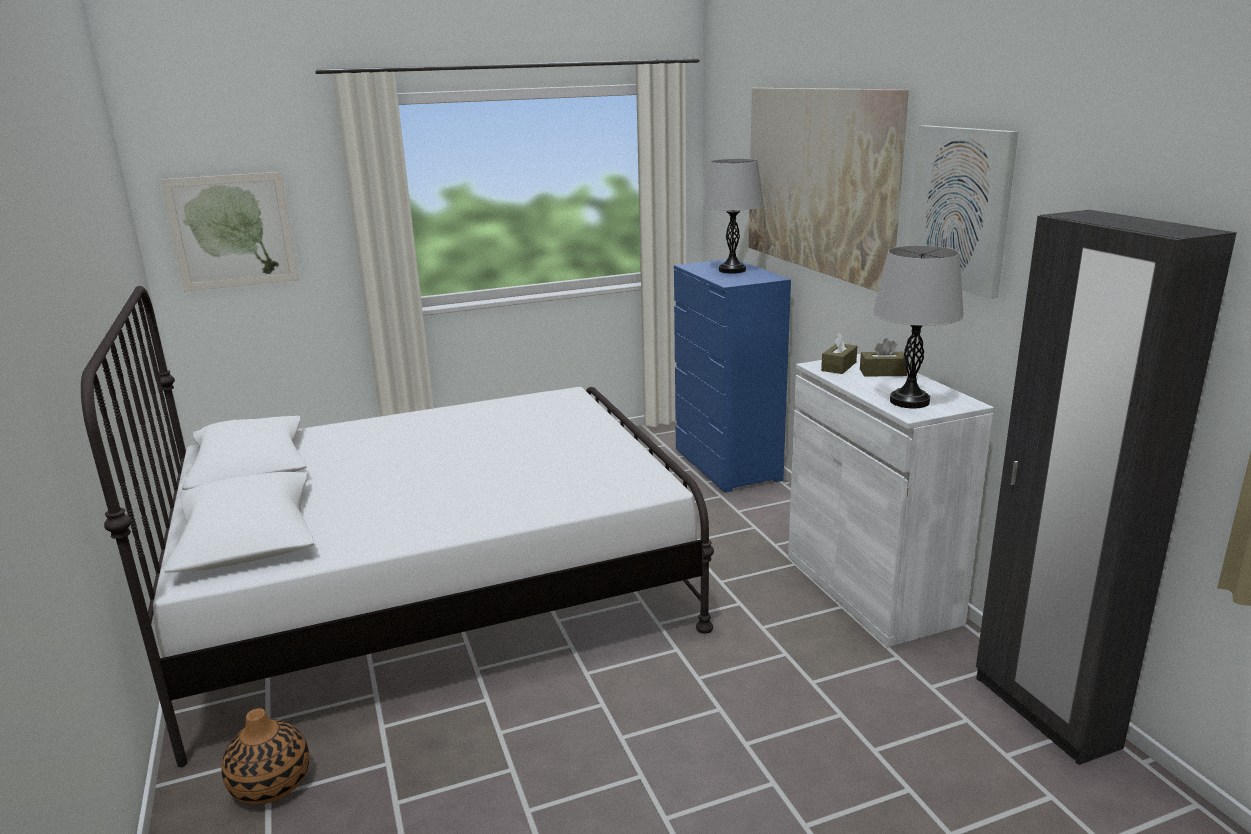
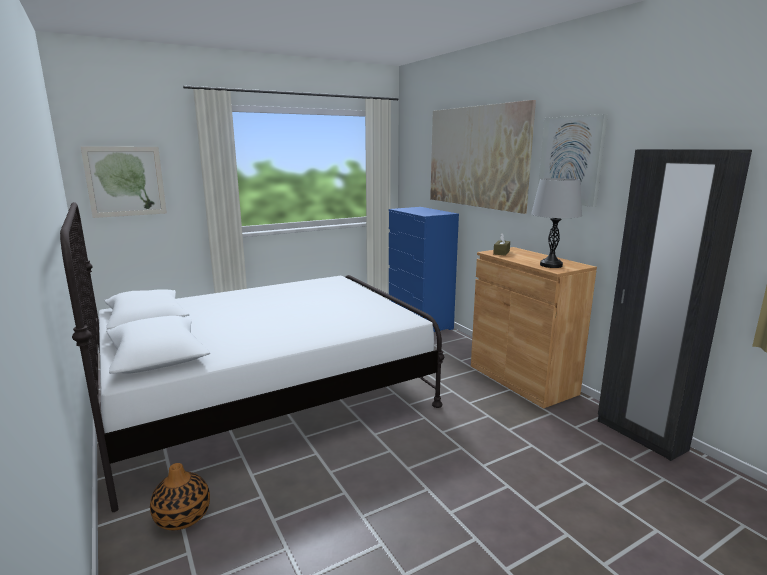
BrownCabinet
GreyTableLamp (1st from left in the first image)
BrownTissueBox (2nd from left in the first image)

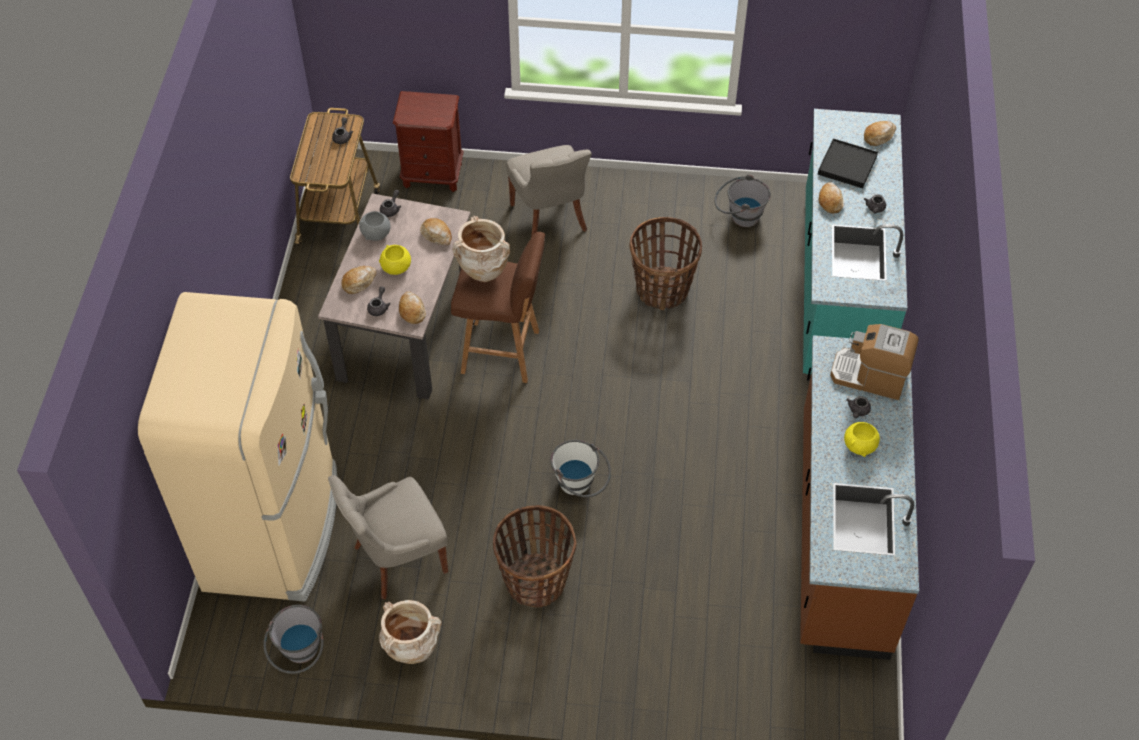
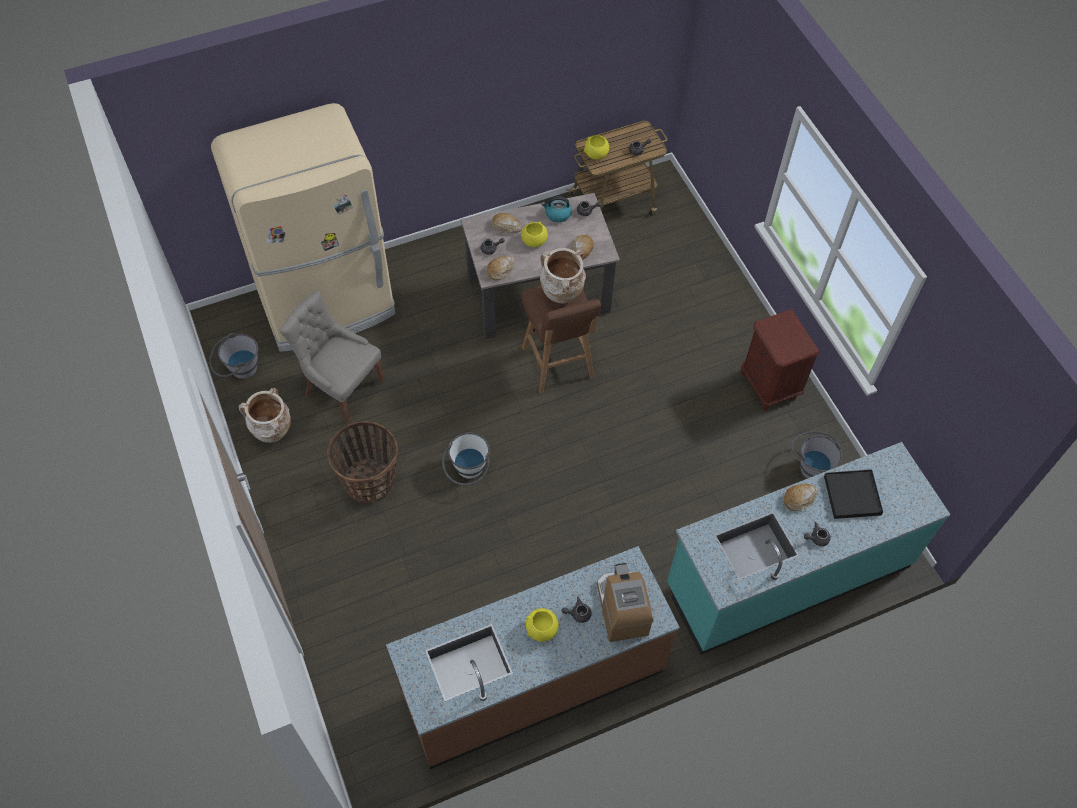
Kettle
YellowBowl (3rd from left)
BrownNightstand
GreyChair (2nd from left in the first image)
Basket (2nd from left in the first image)
Bread (5th from left in the first image)

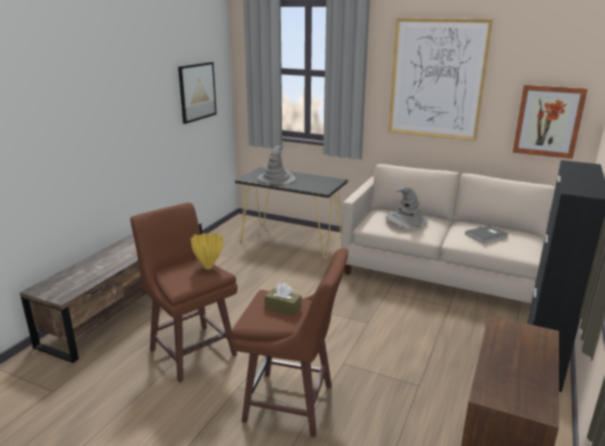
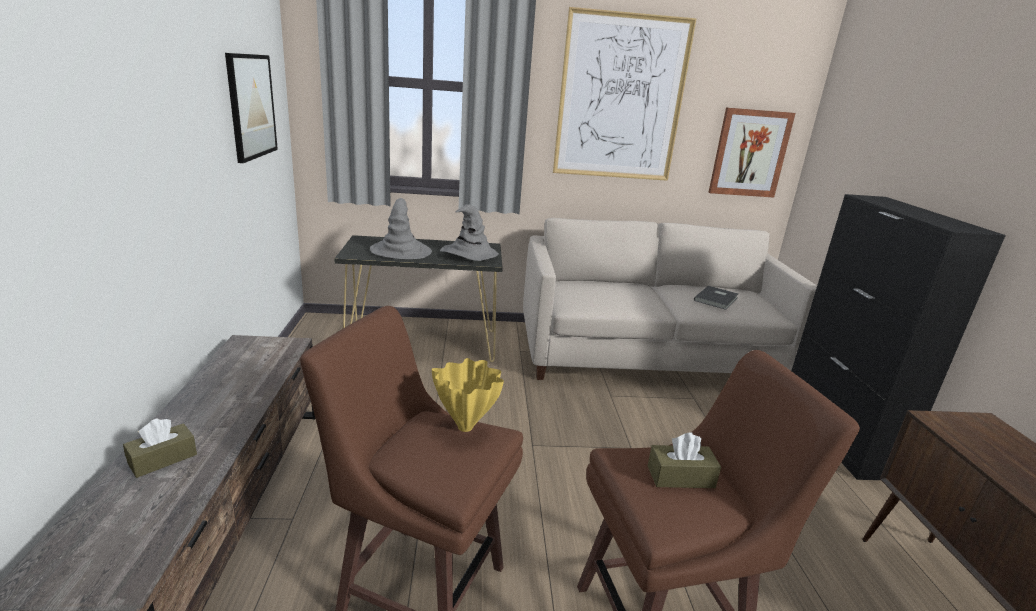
BrownTissueBox (1st from left)
GreyHat (2nd from left)

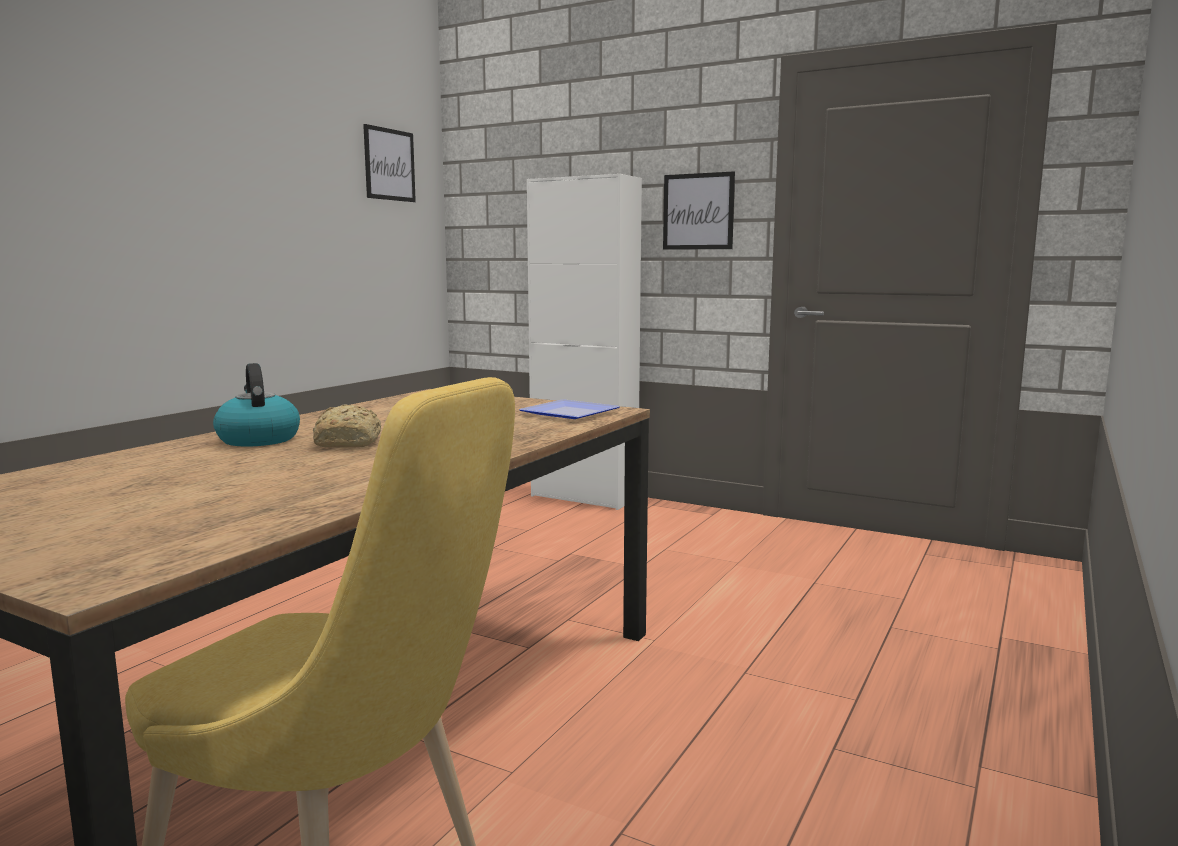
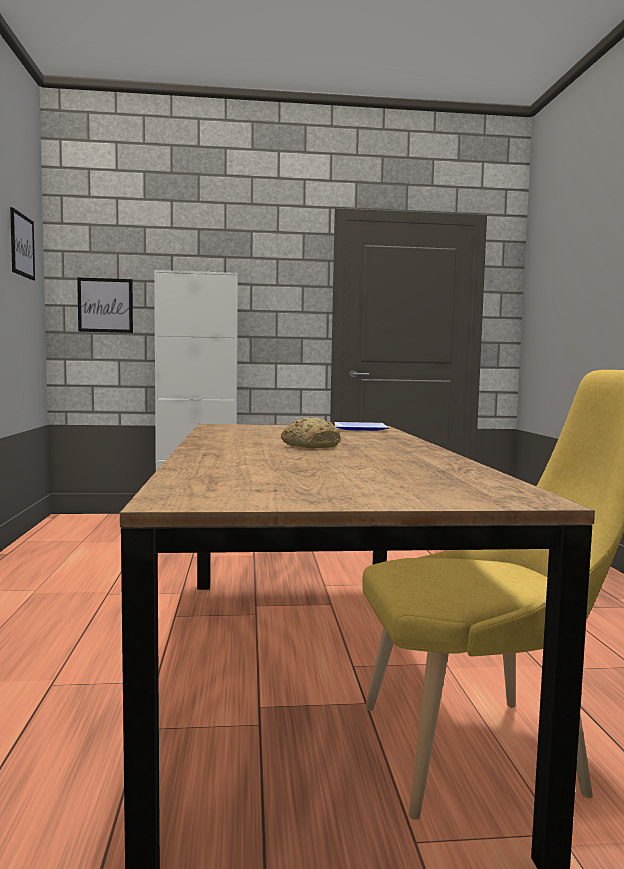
Picture (2nd from left)
Kettle

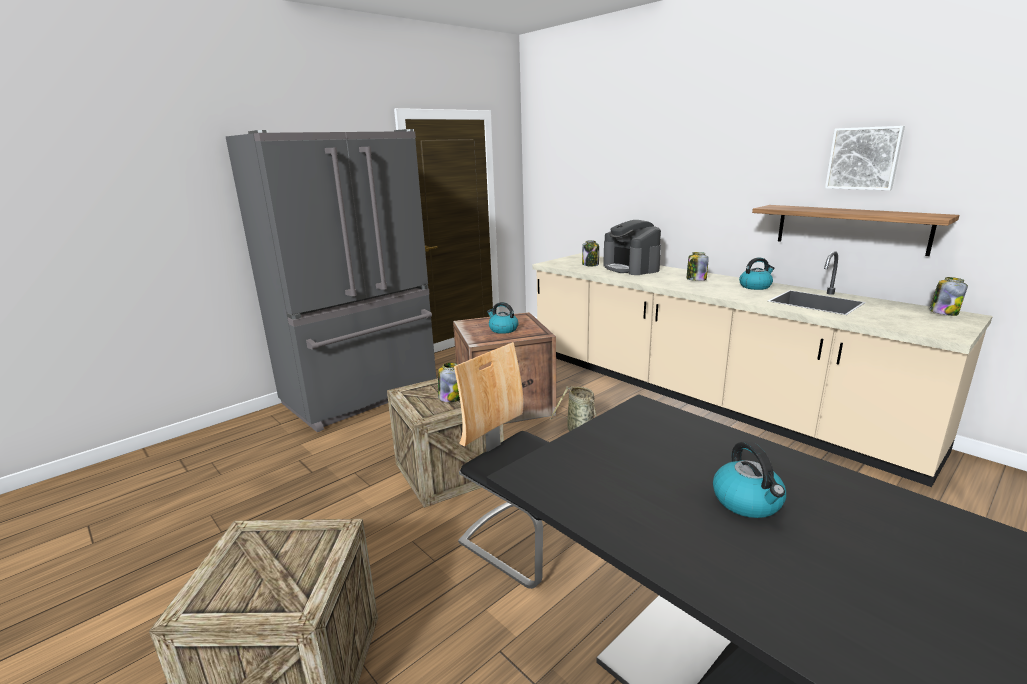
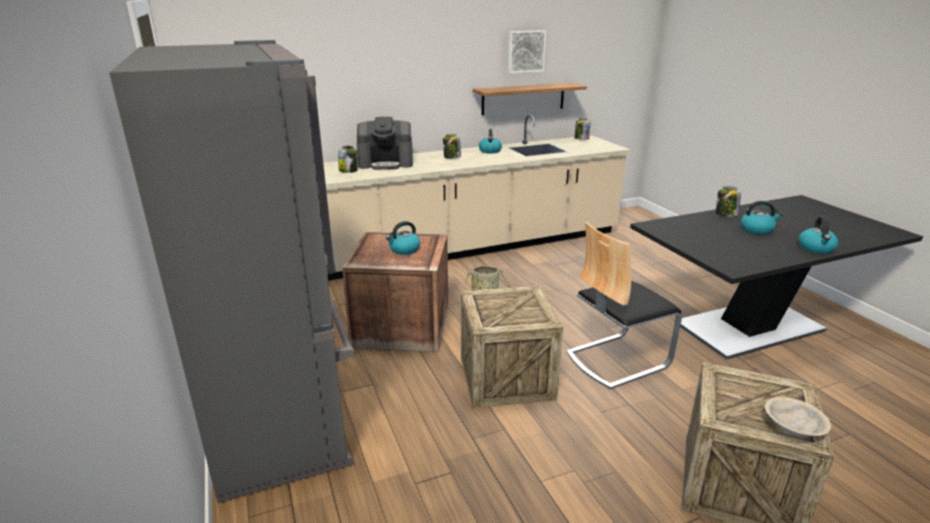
Jar (4th from left)
BeigeBowl
Kettle (4th from left)

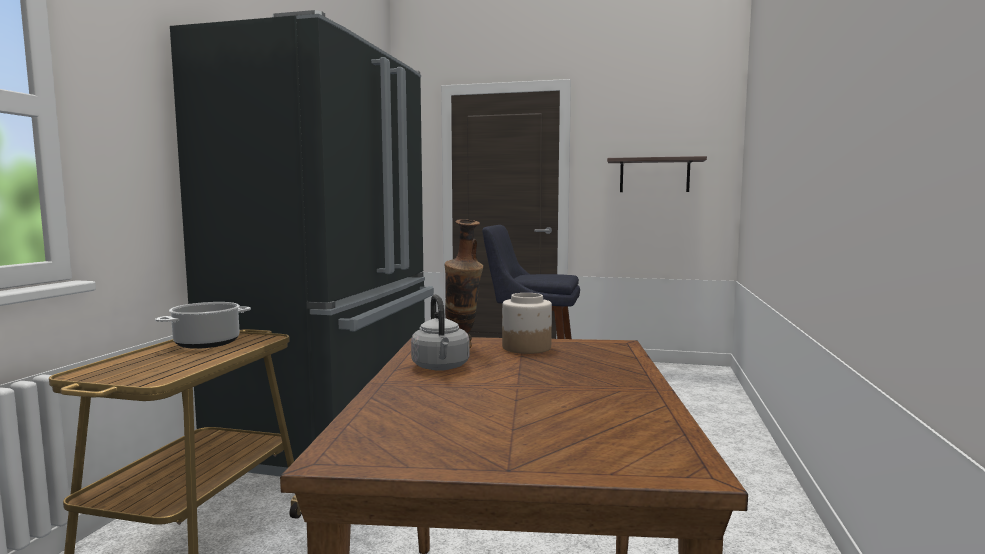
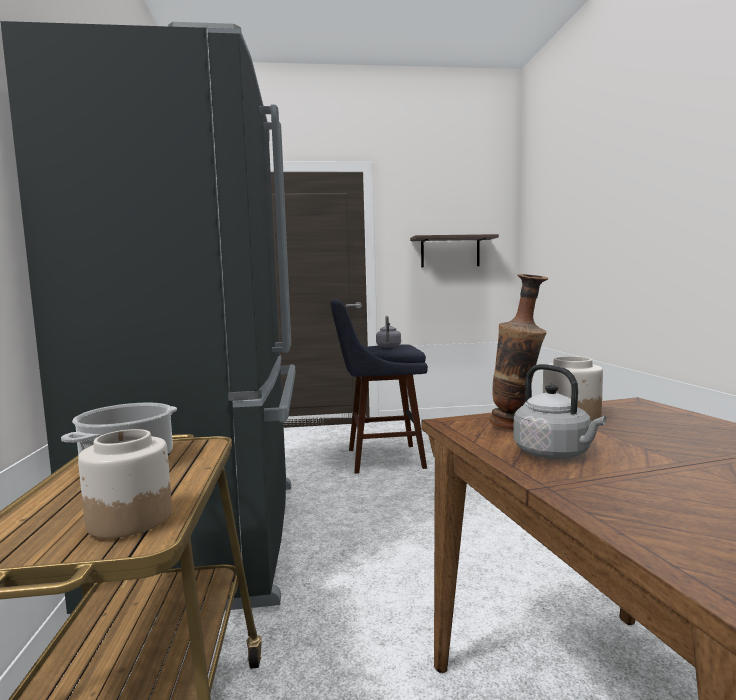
Jar (1st from left)
GreyKettle (1st from left)

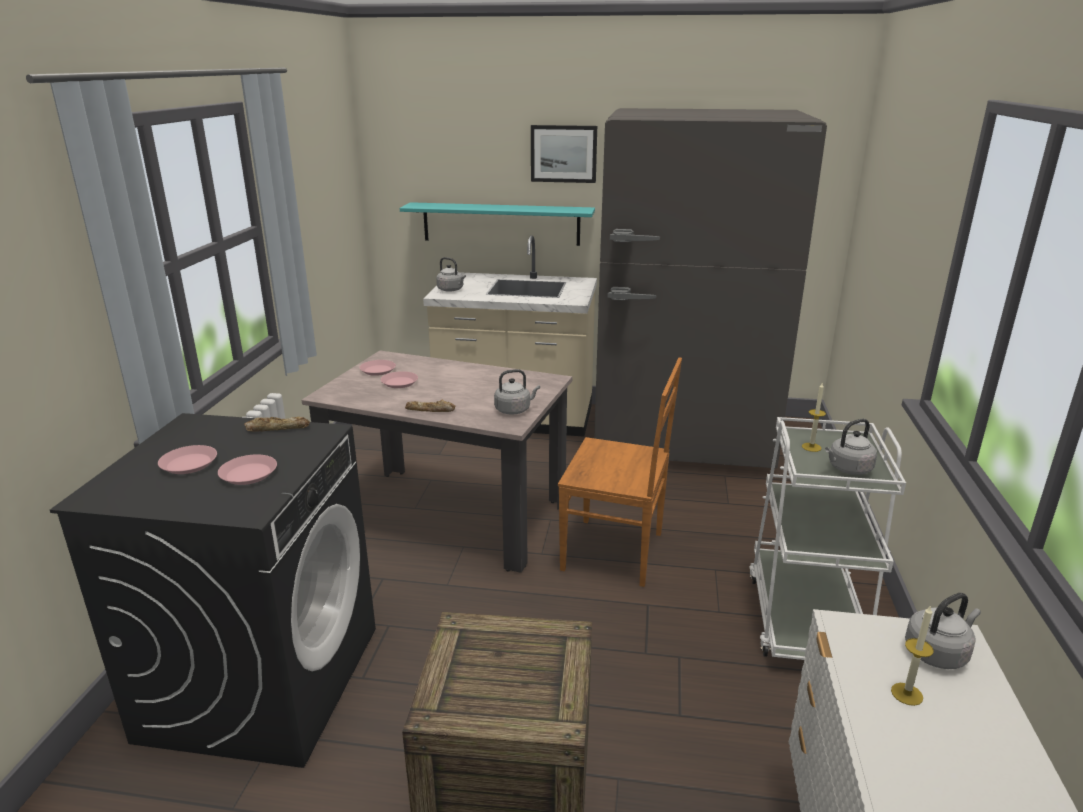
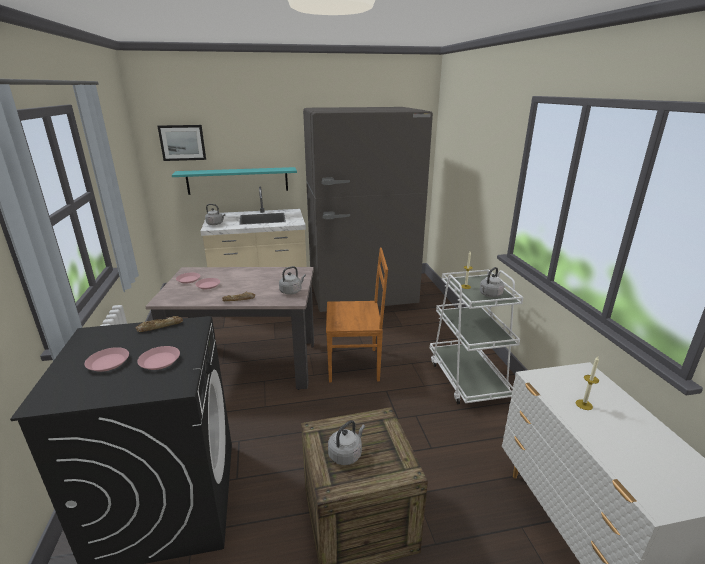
Picture
GreyKettle (3rd from left)

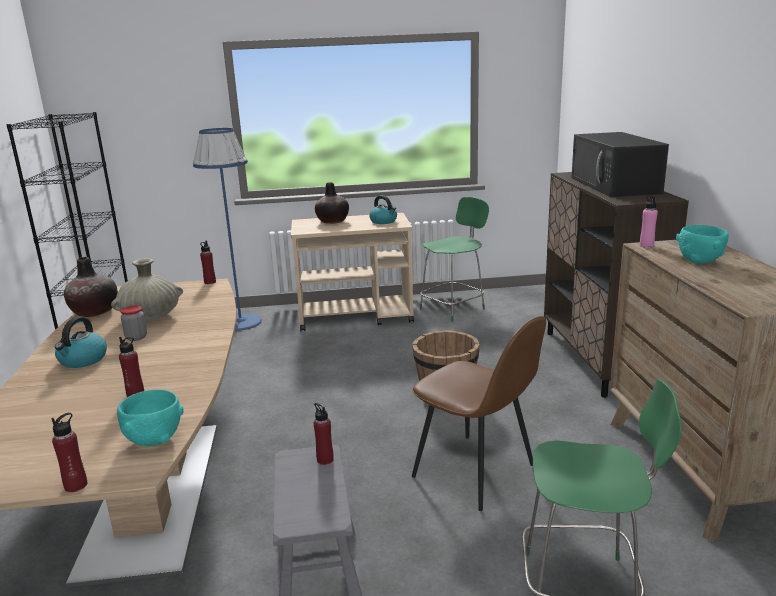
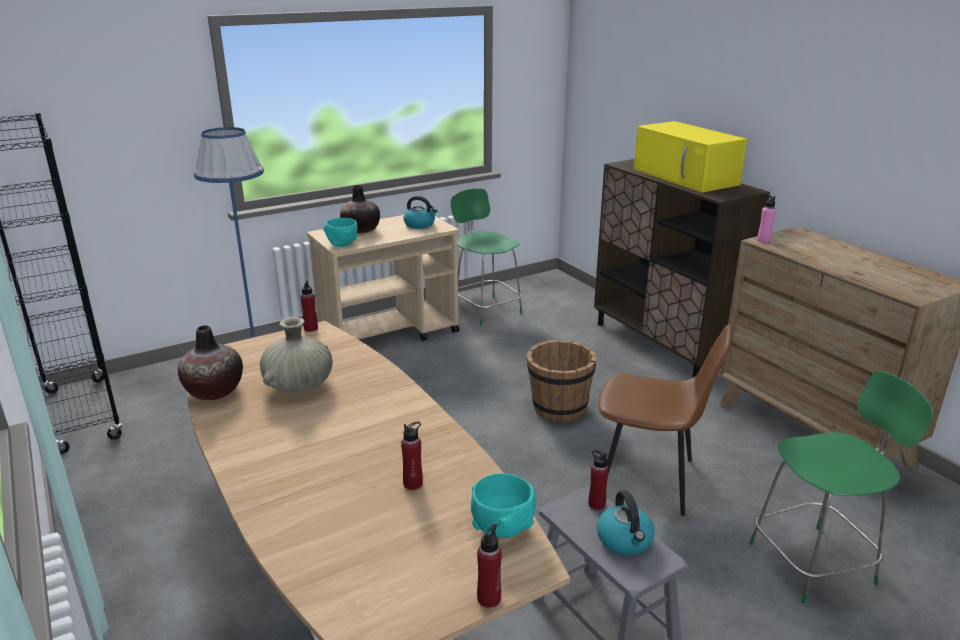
TurquoiseBowl (1st from left)
GreenChair (1st from left)
Kettle (2nd from left)
YellowMicrowave
Jar

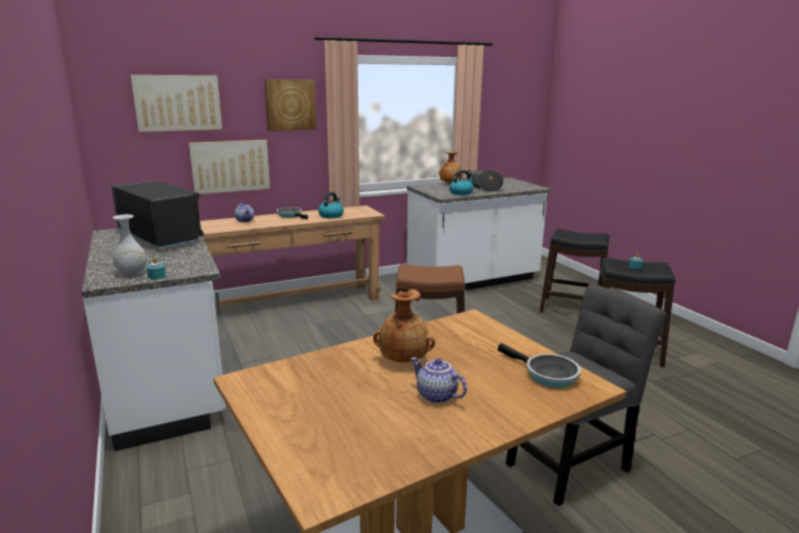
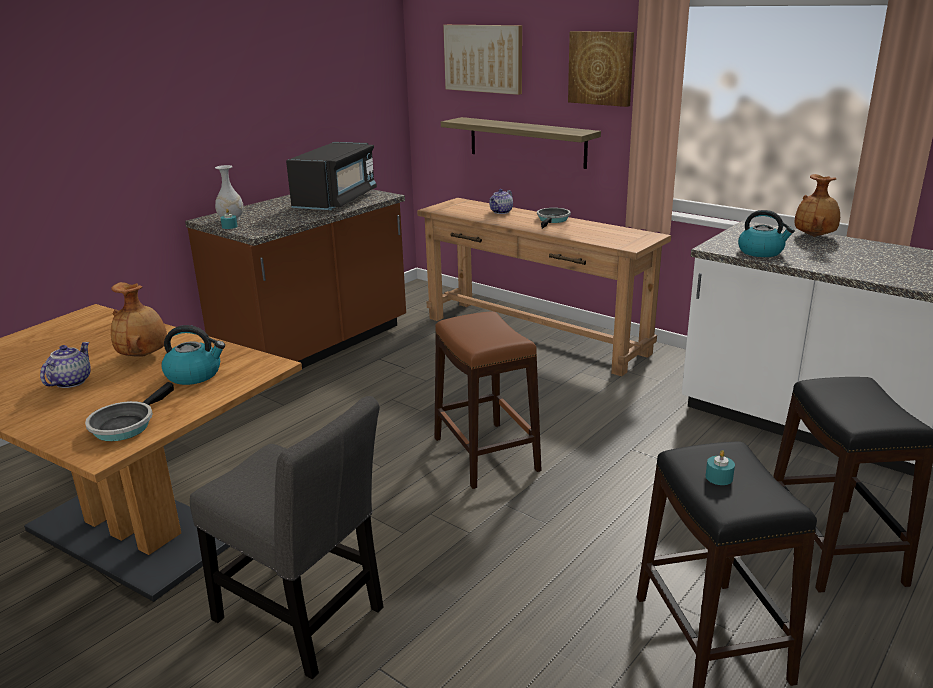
Kettle (1st from left)
BrownCounter
Shelf
CookingPot

